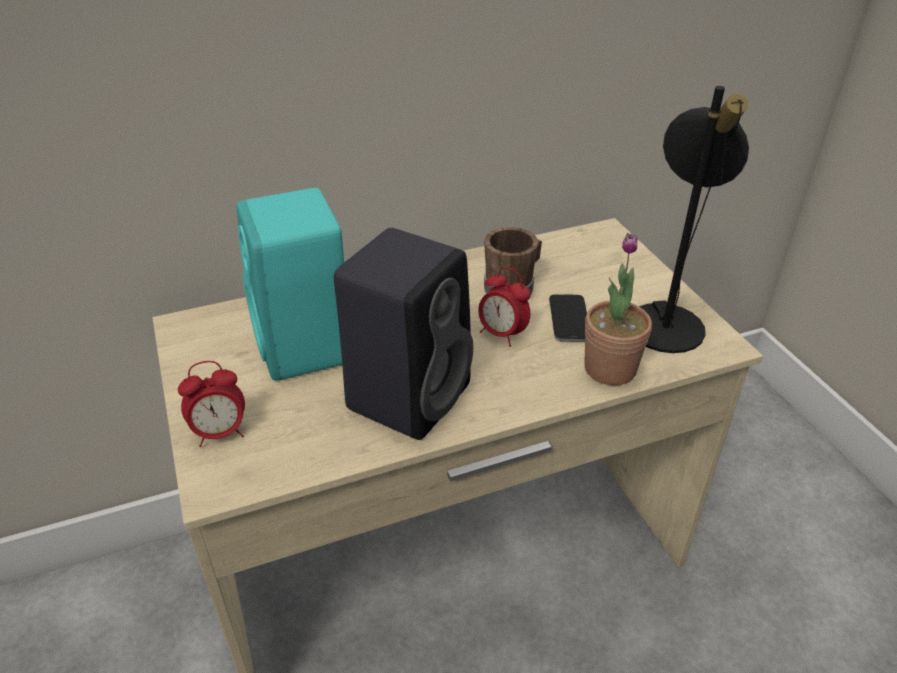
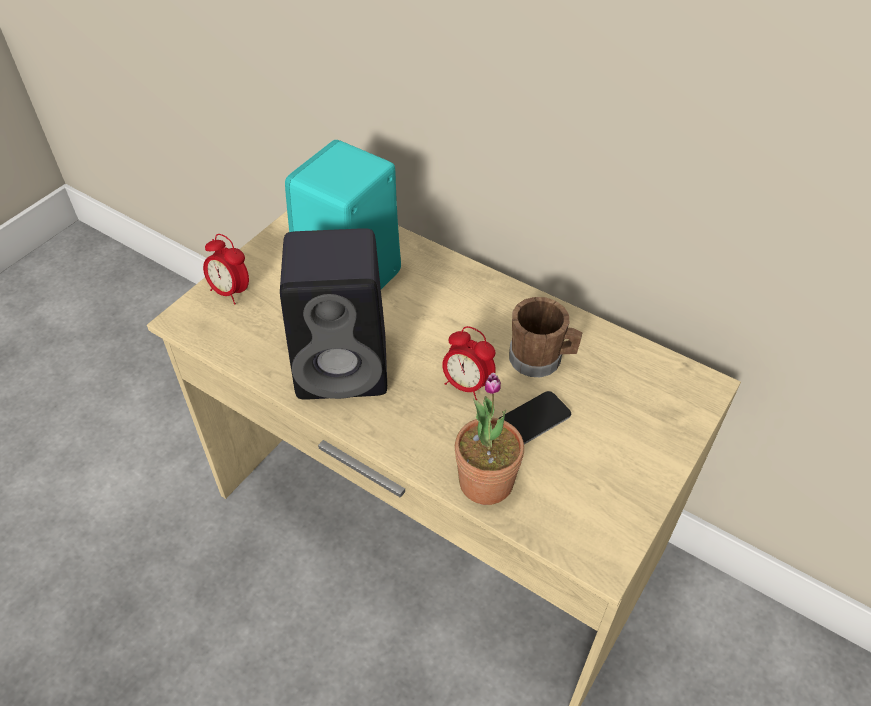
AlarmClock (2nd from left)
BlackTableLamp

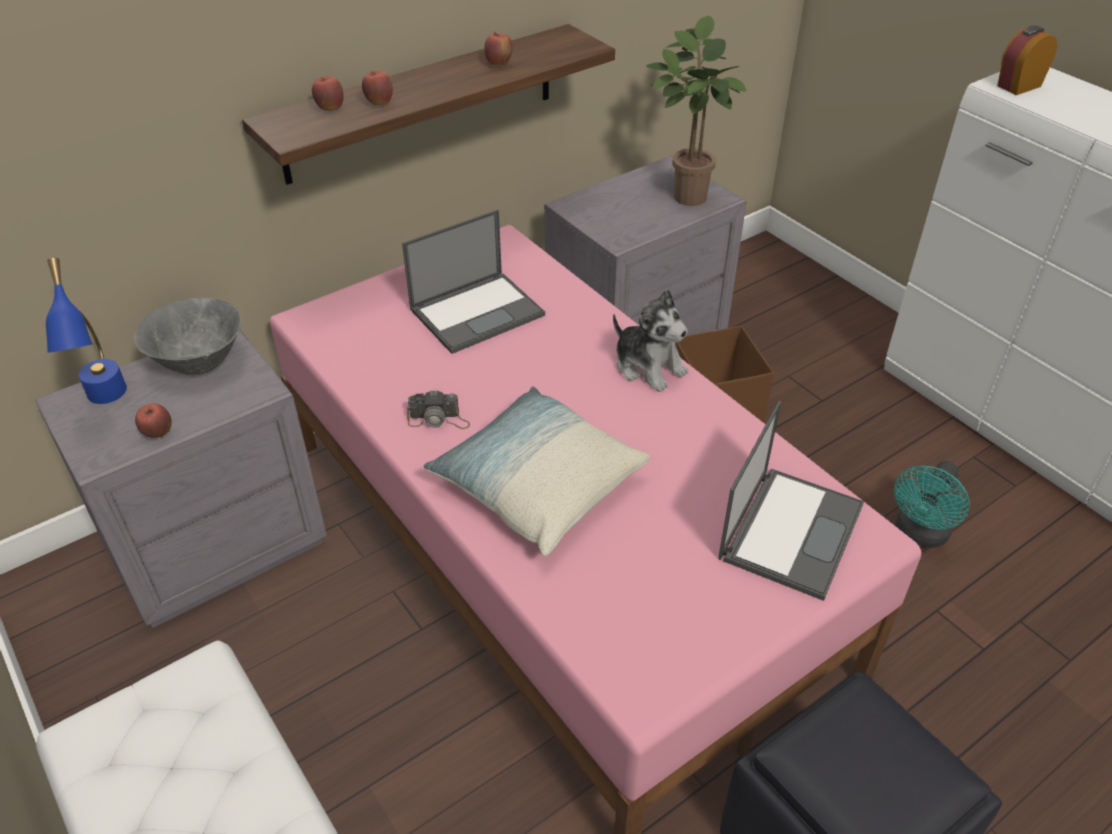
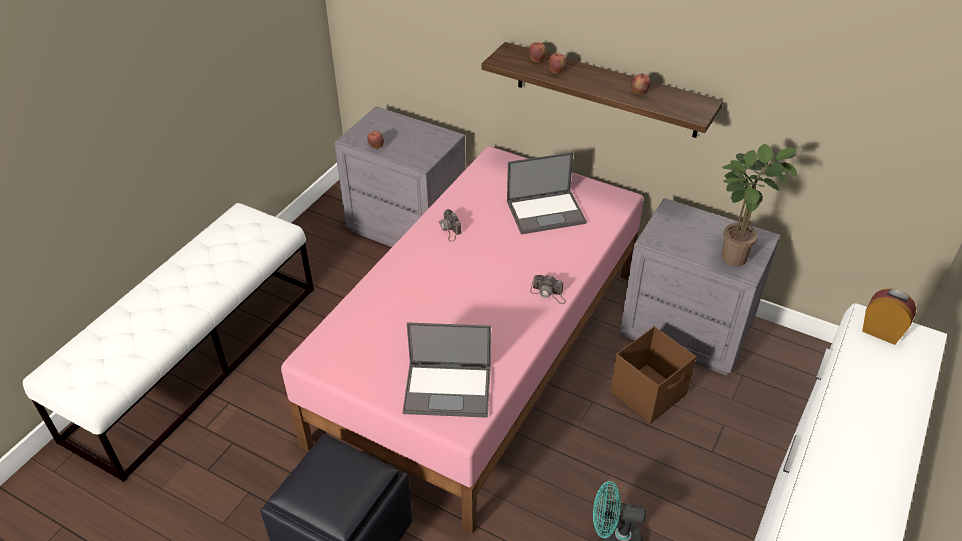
Laptop (2nd from left)
PhotoCamera (2nd from left)
BlueTableLamp
GreyBowl
Pillow

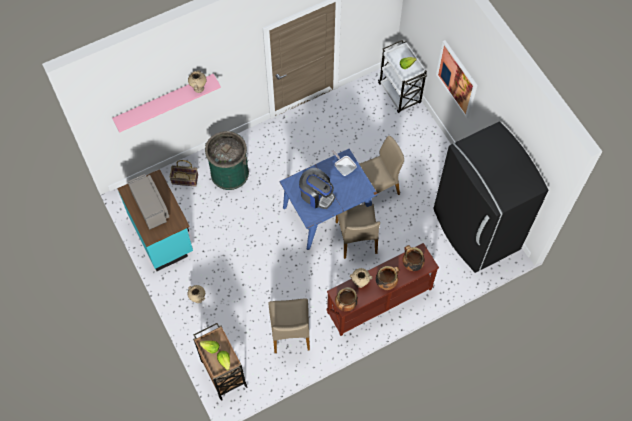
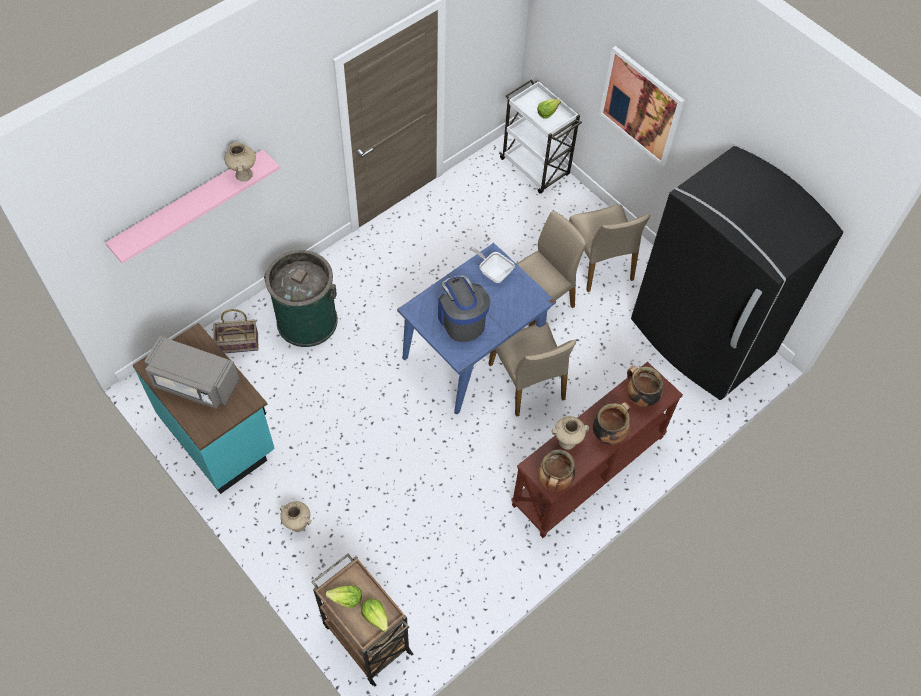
GreyMicrowave
CoffeeMachine
BeigeChair (3rd from left)

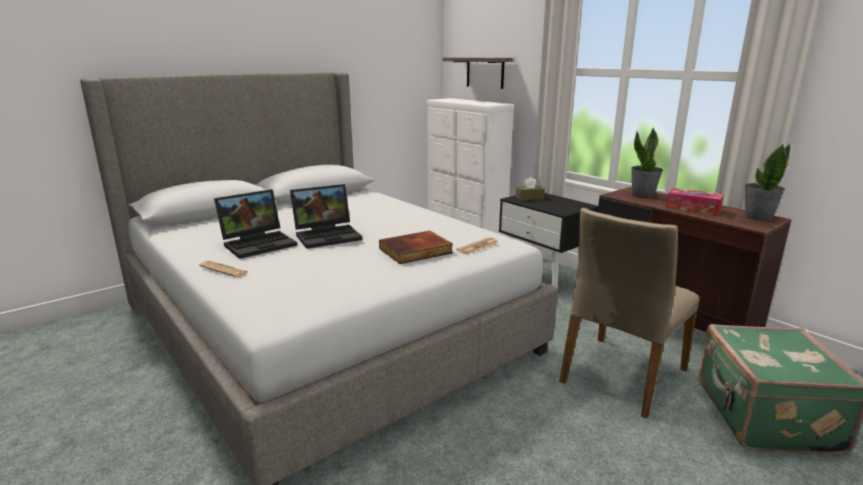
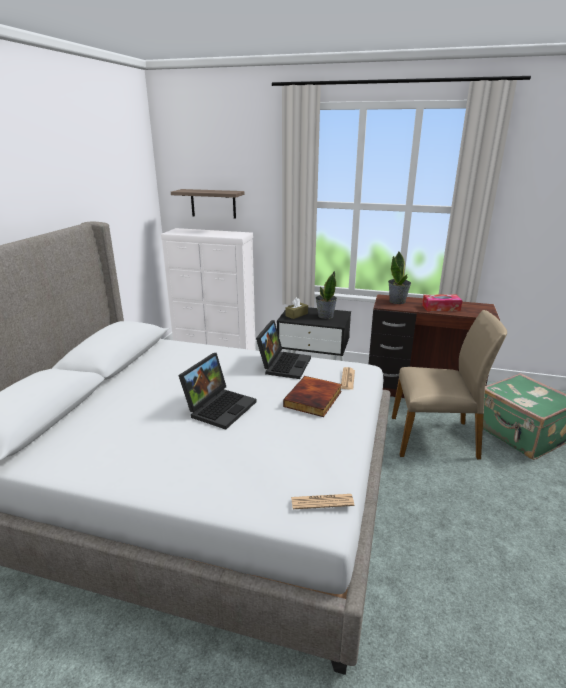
Laptop (2nd from left)
Newspaper (1st from left)
PottedPlant (1st from left)
BeigeChair

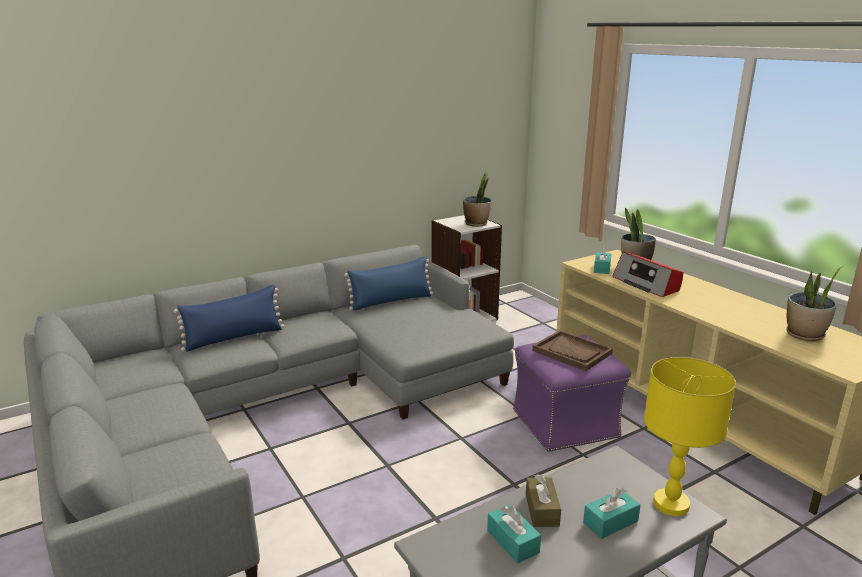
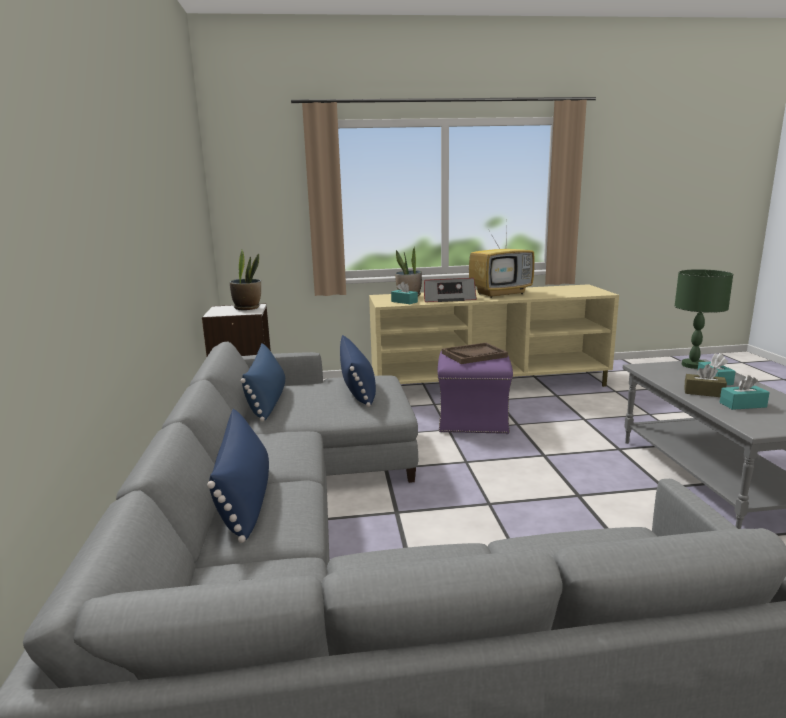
BluePillow (3rd from left)
Television
GreenTableLamp
PottedPlant (3rd from left in the first image)

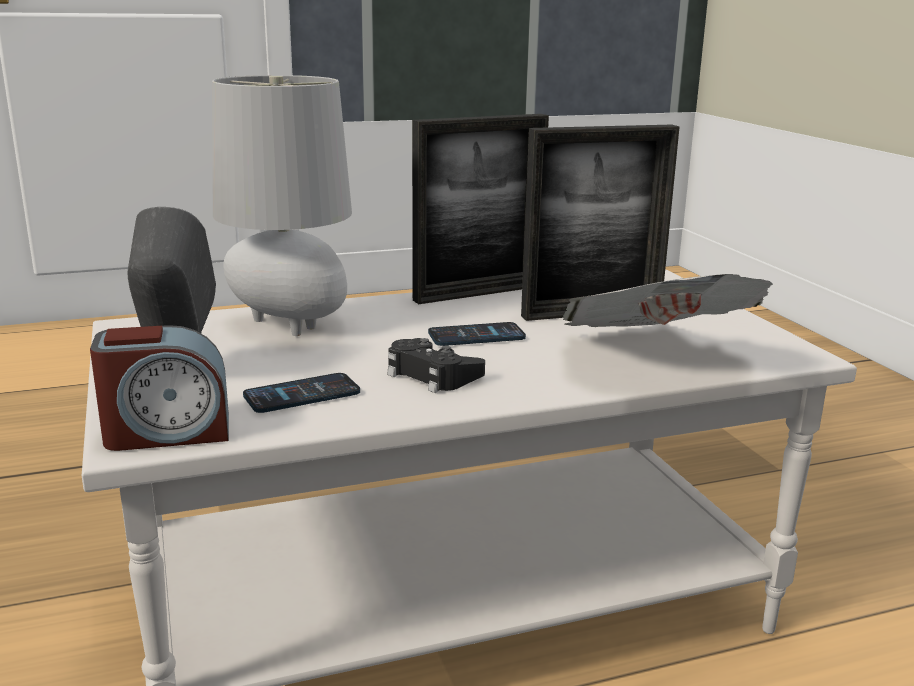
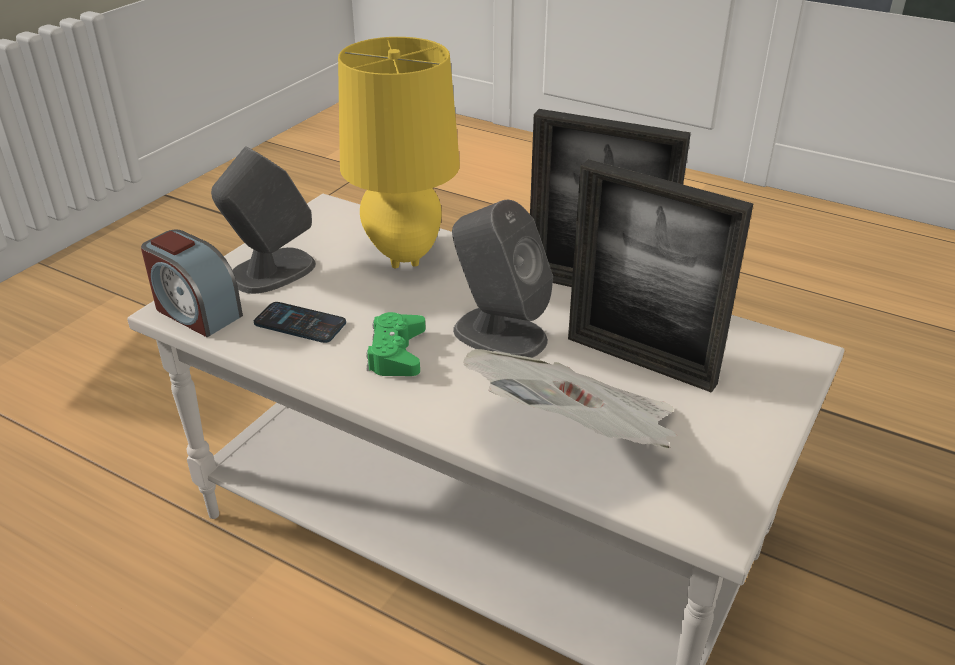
YellowTableLamp
GreenGameController
GreySpeaker (2nd from left)

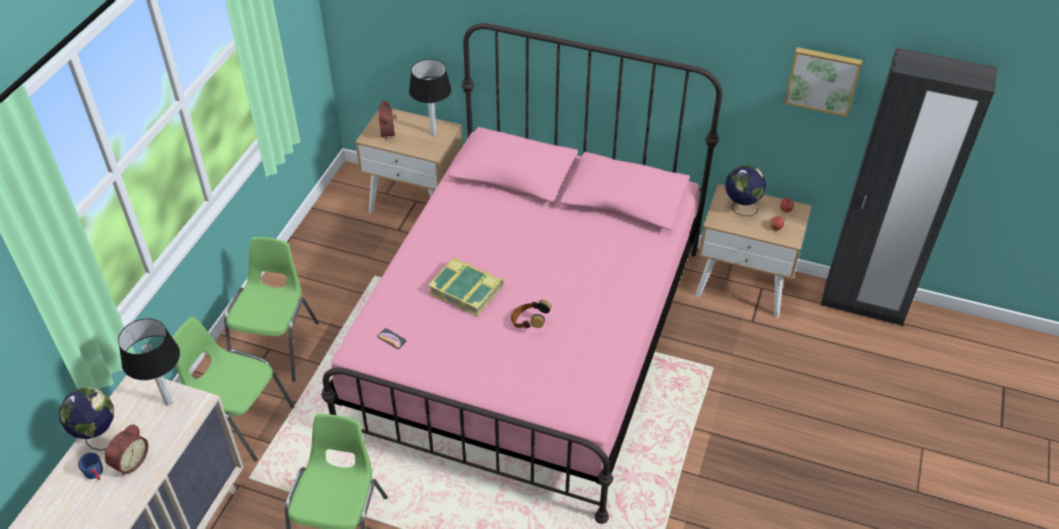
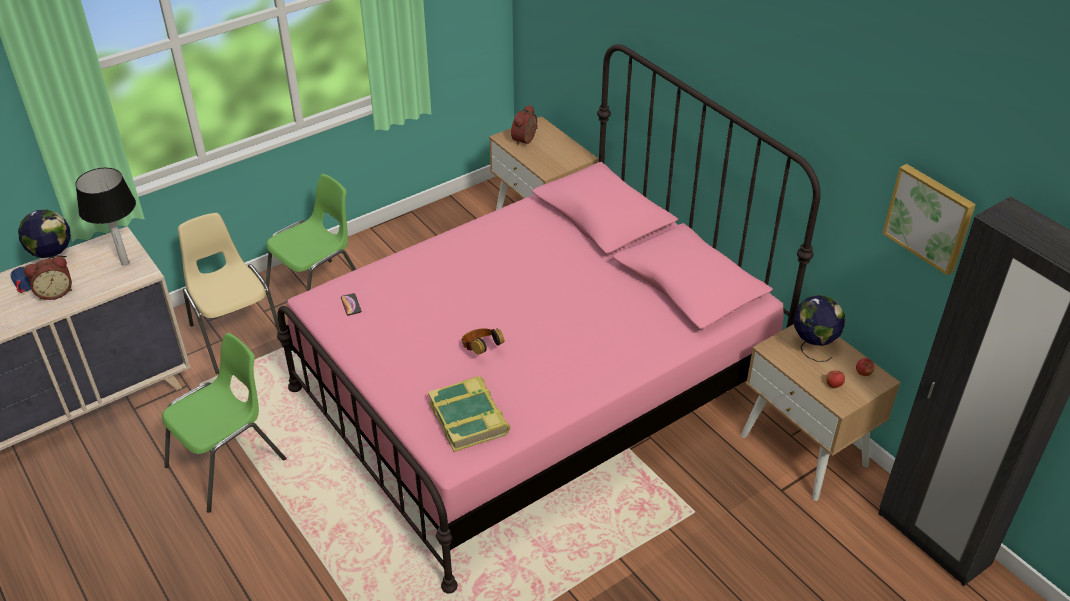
BeigeChair
Book
TableLamp (2nd from left in the first image)

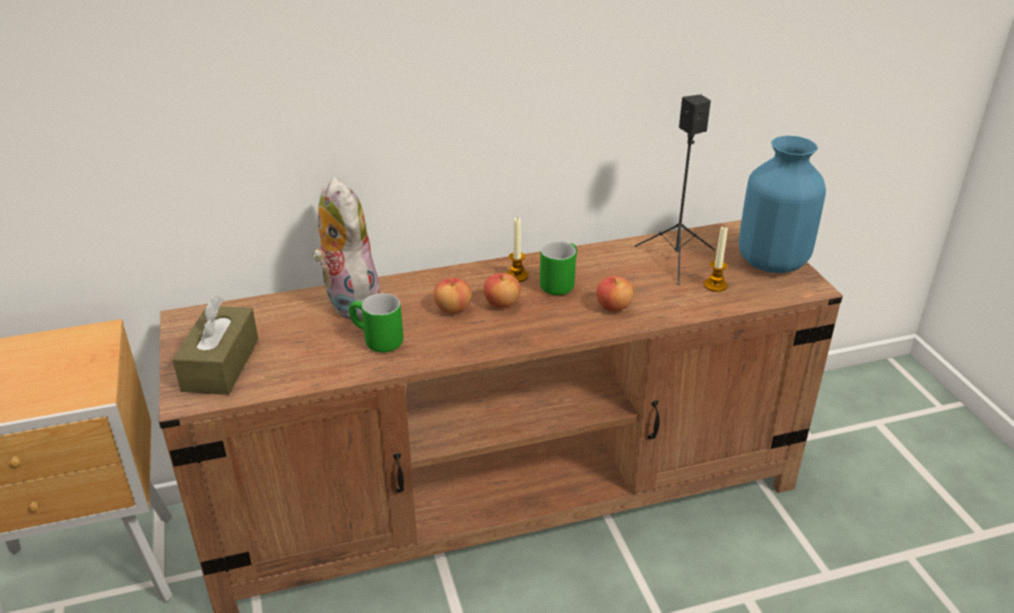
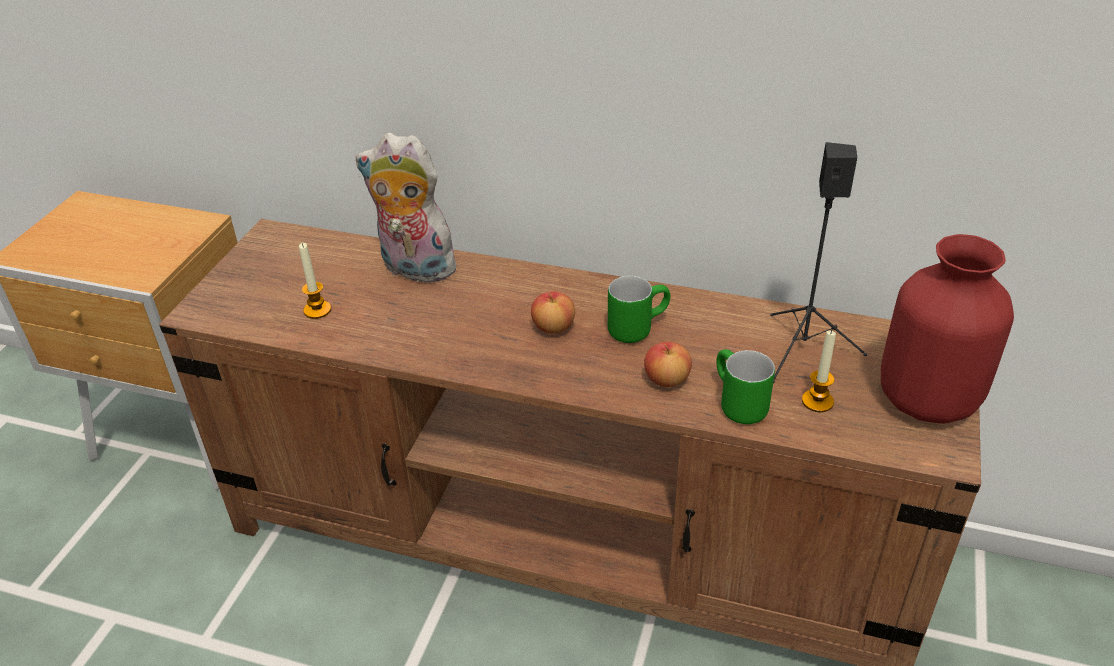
Candle (1st from left)
PlushToy
GreenMug (2nd from left)
RedVase
BrownTissueBox
Apple (1st from left in the first image)

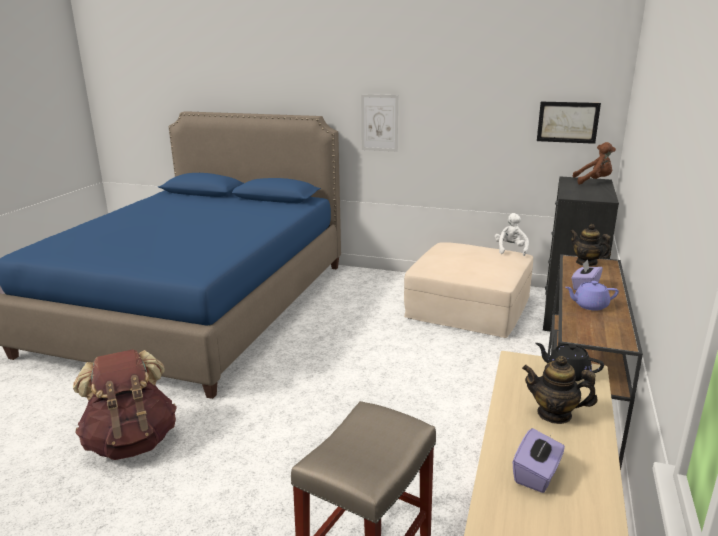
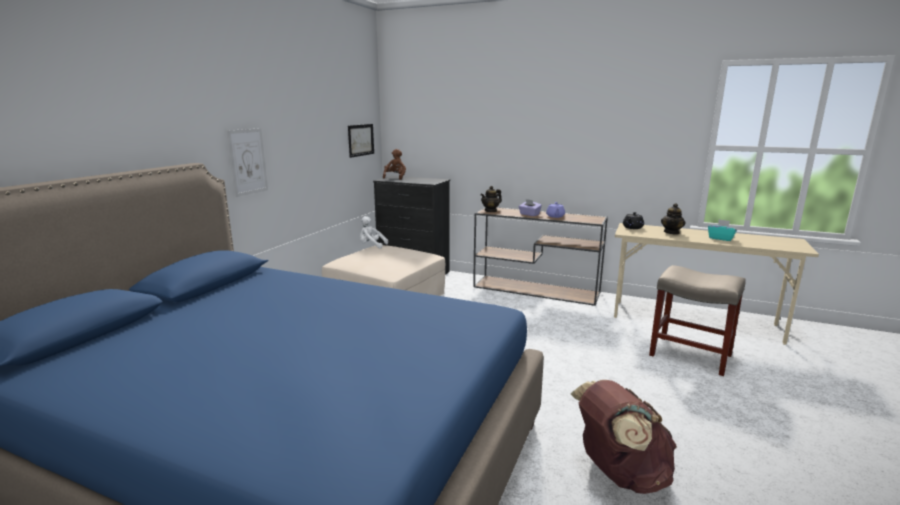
TurquoiseTissueBox

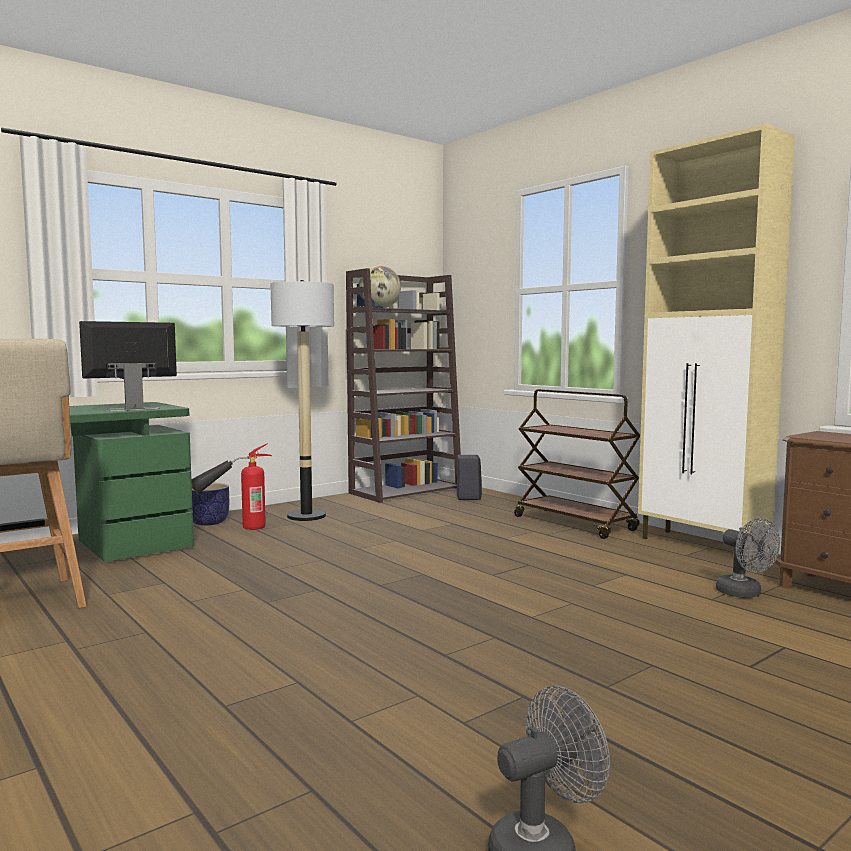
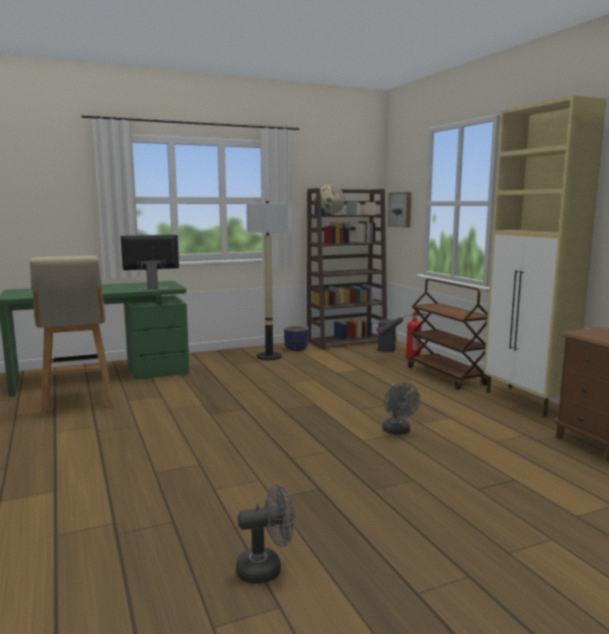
Planter
FireExtinguisher
GreyFan (2nd from left)
Picture

